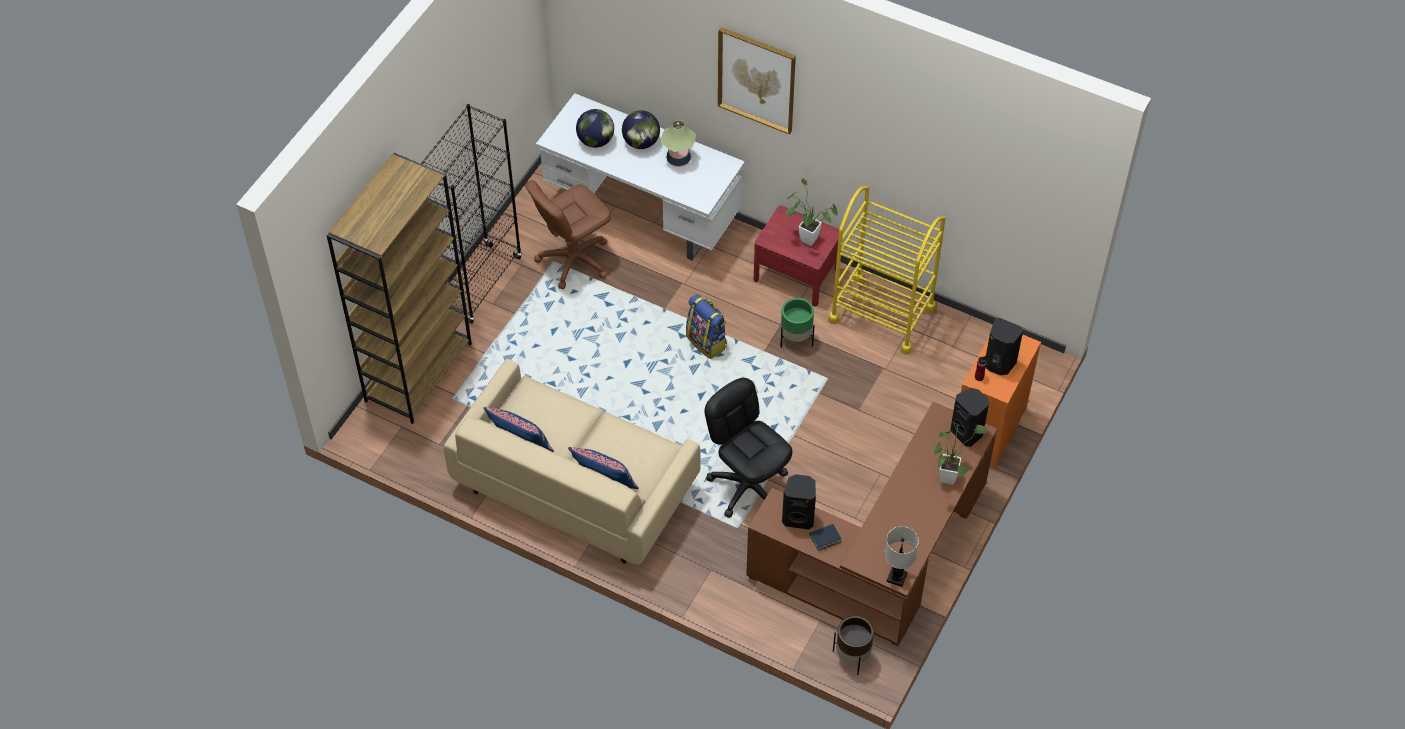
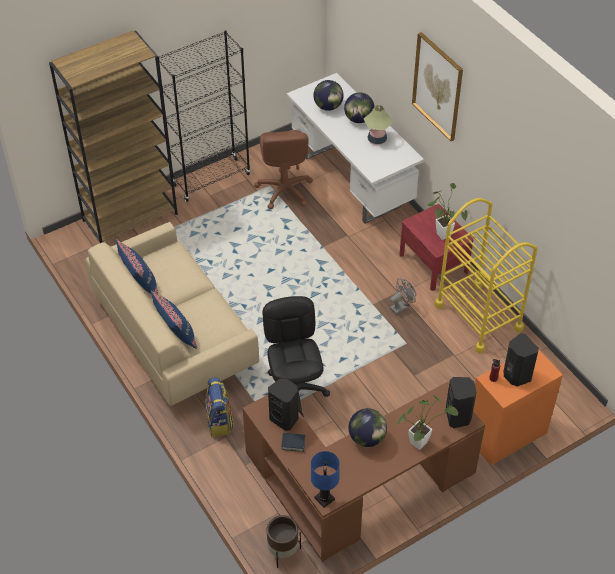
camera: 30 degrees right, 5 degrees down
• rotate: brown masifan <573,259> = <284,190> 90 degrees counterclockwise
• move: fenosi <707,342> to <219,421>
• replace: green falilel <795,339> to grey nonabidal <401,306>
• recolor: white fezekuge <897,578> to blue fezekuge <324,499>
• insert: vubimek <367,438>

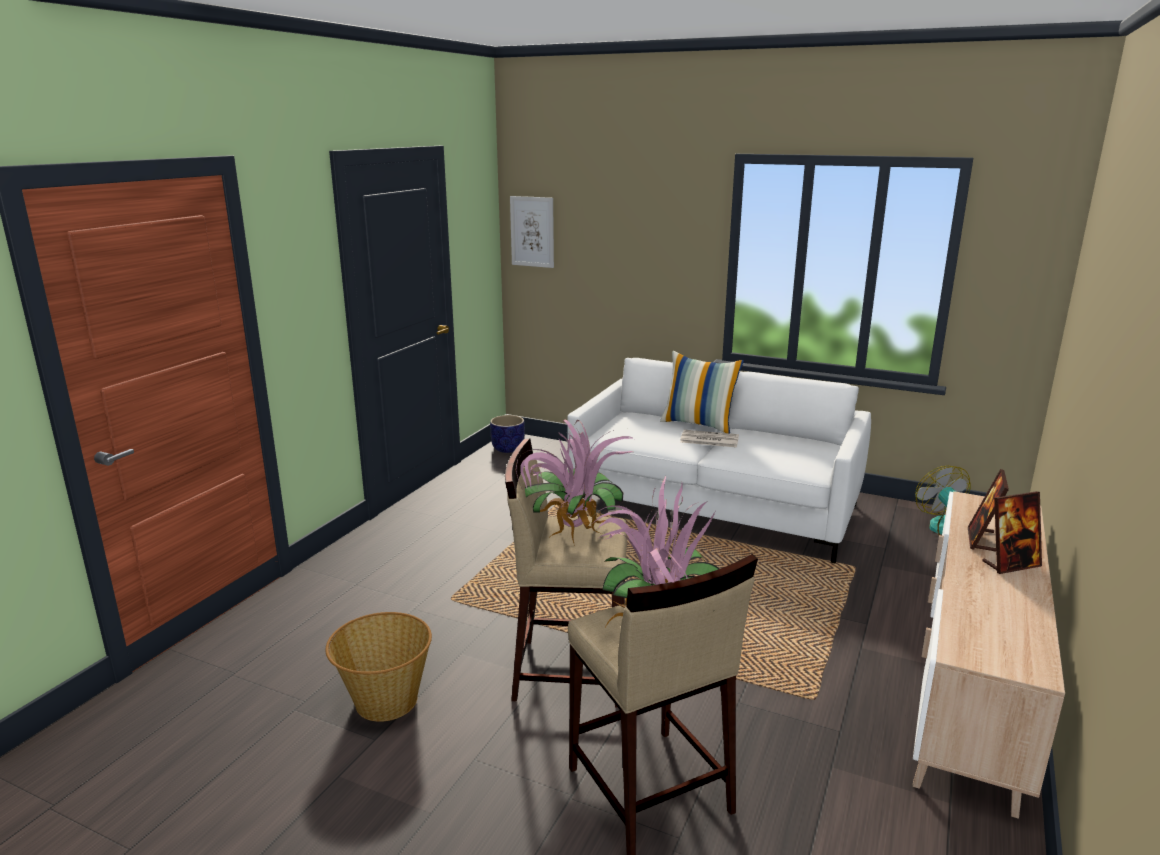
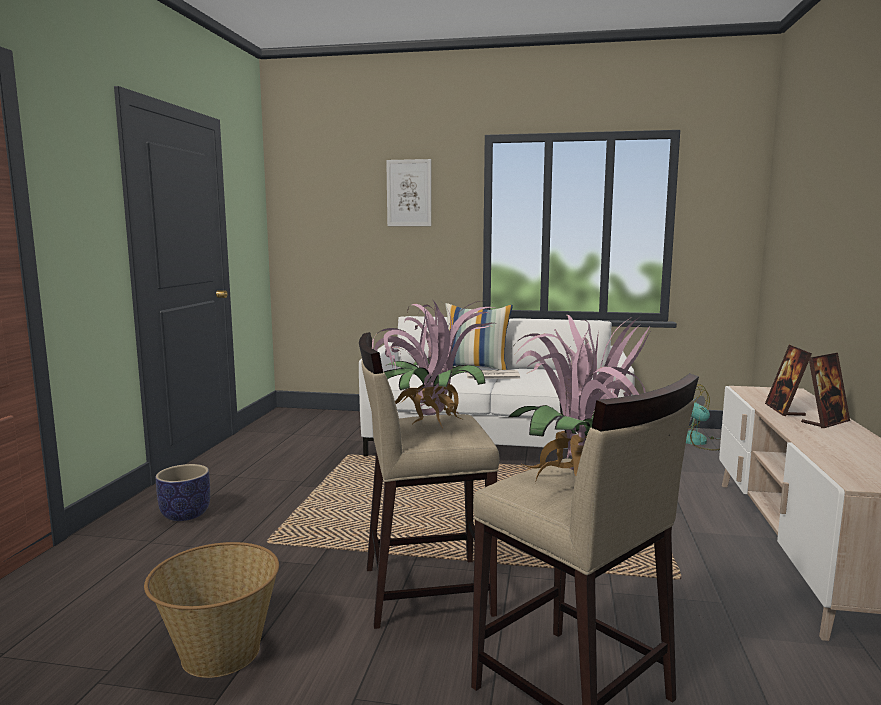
camera: 15 degrees left, 10 degrees down
• move: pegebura <532,231> to <409,193>
• move: falilel <508,449> to <186,514>

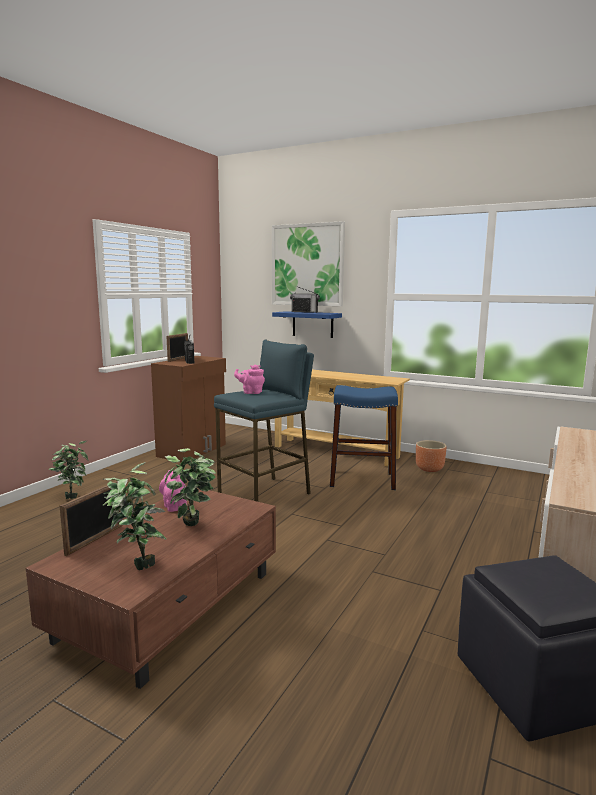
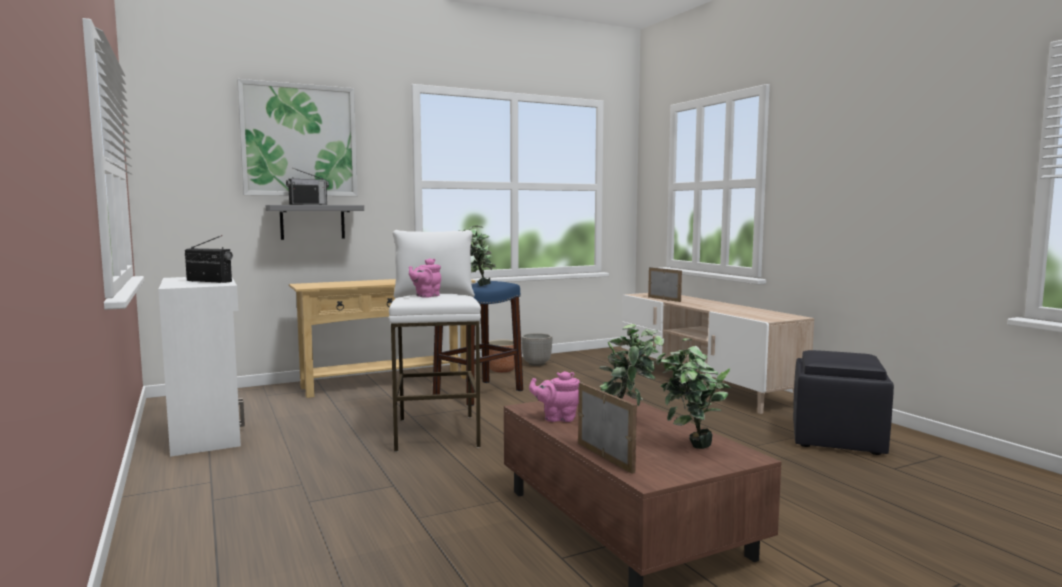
camera: 55 degrees left, 5 degrees down
• recolor: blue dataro <312,324> to grey dataro <312,222>
• move: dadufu <178,359> to <664,299>
• recolor: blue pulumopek <265,495> to white pulumopek <437,432>
• recolor: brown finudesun <193,450> to white finudesun <207,433>
• move: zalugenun <72,496> to <476,286>
• insert: falilel <536,364>

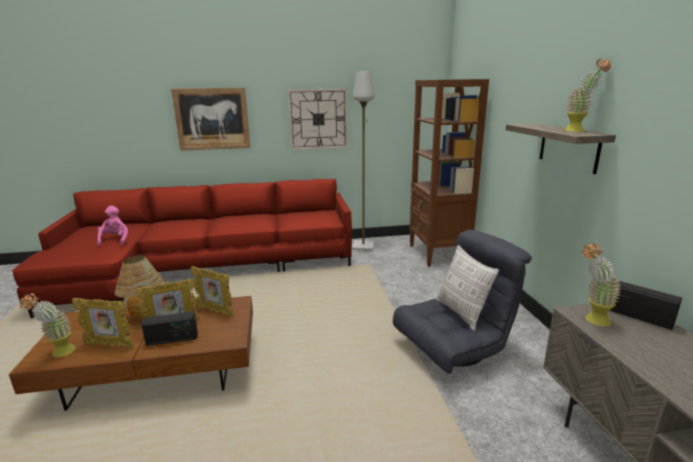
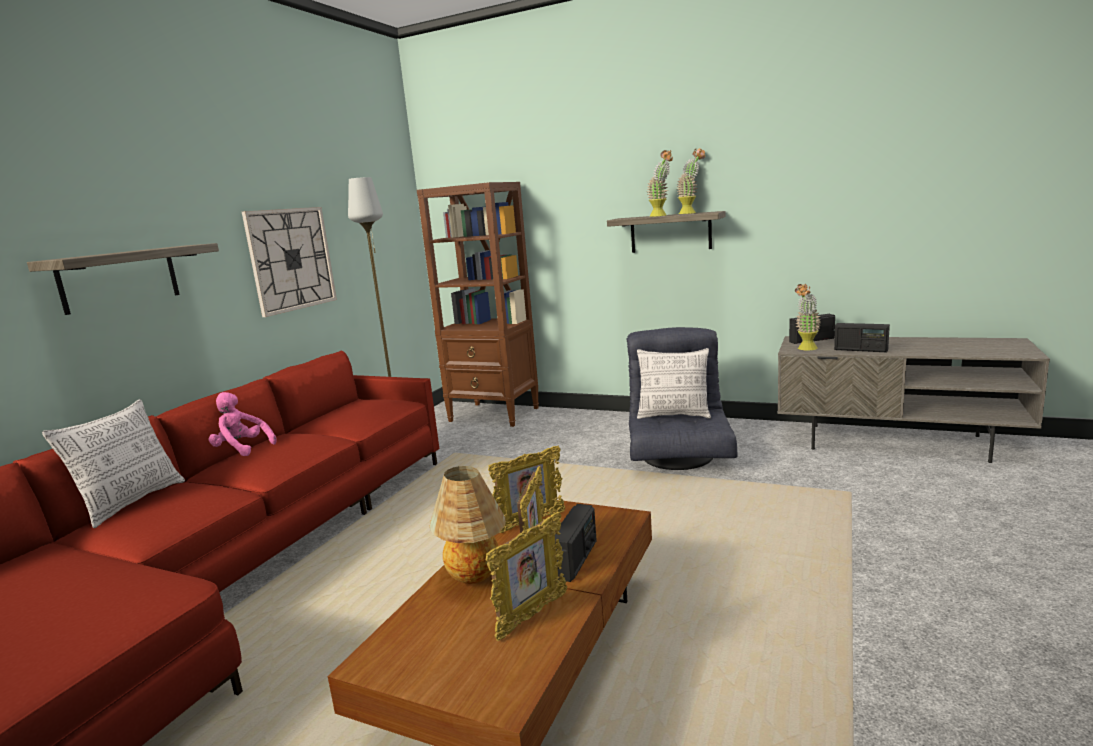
camera: 55 degrees left, 5 degrees down
• replace: pegebura <212,119> to dataro <119,278>
• move: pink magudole <115,240> to <241,449>
• move: zalugenun <58,354> to <661,215>
• insert: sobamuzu <860,350>
• insert: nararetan <132,502>

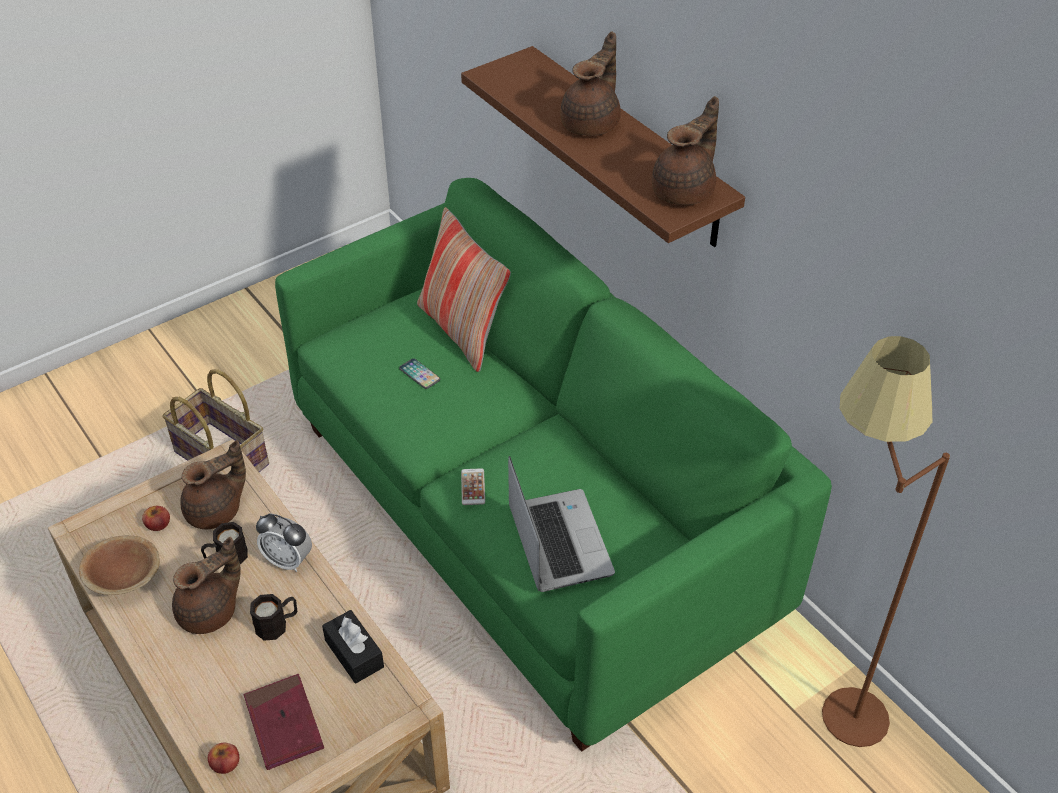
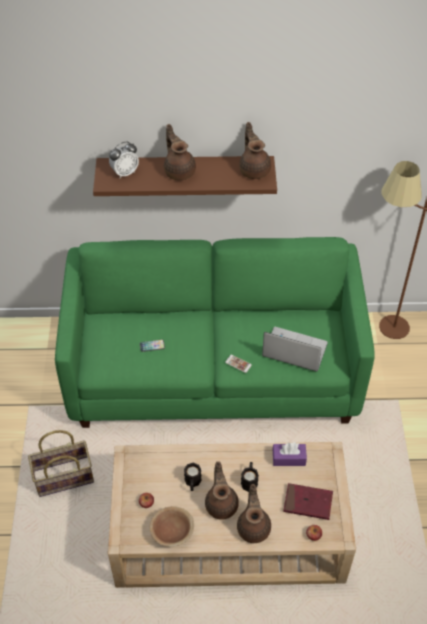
camera: 55 degrees left, 5 degrees up
• delete: nararetan <462,331>
• move: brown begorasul <216,511> to <254,527>
• move: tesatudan <288,560> to <125,173>
• recolor: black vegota <354,654> to purple vegota <289,458>

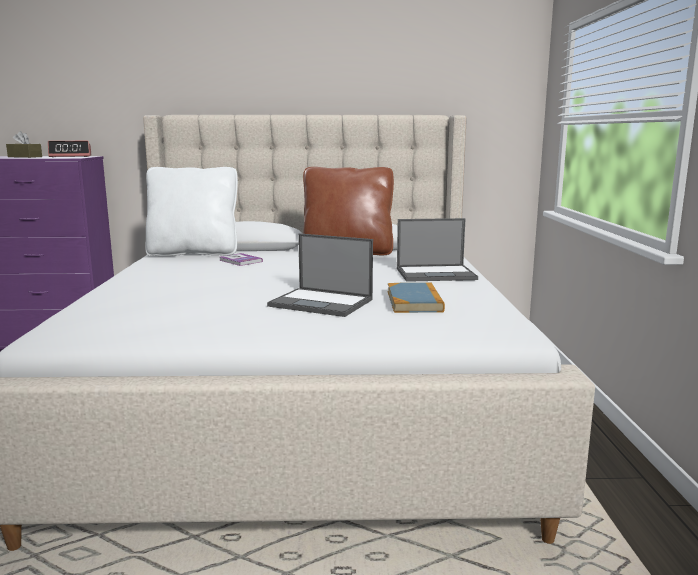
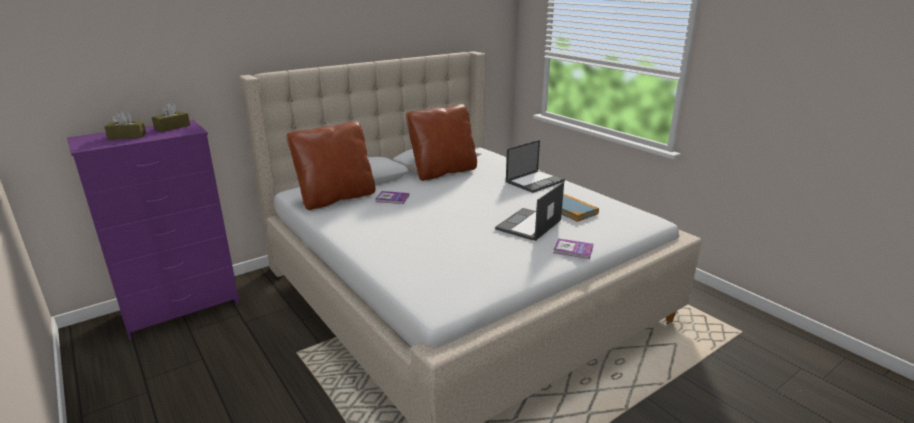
camera: 35 degrees left, 10 degrees up
• replace: tesatudan <71,156> to brown vegota <172,127>
• recolor: white nararetan <194,253> to brown nararetan <336,198>
• rotate: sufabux <322,303> = <528,225> 135 degrees clockwise
• insert: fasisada <573,250>

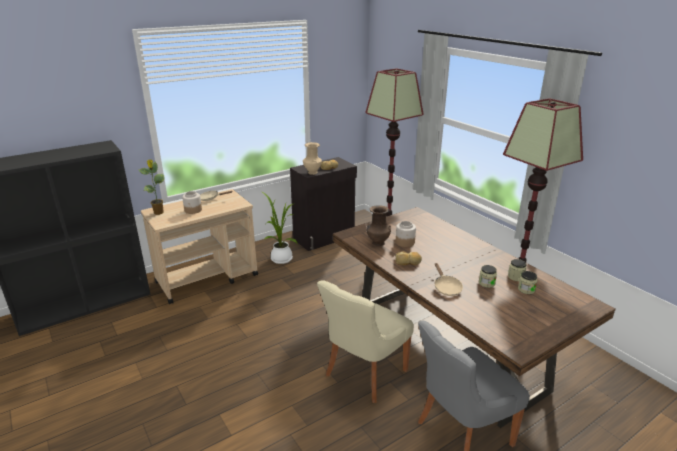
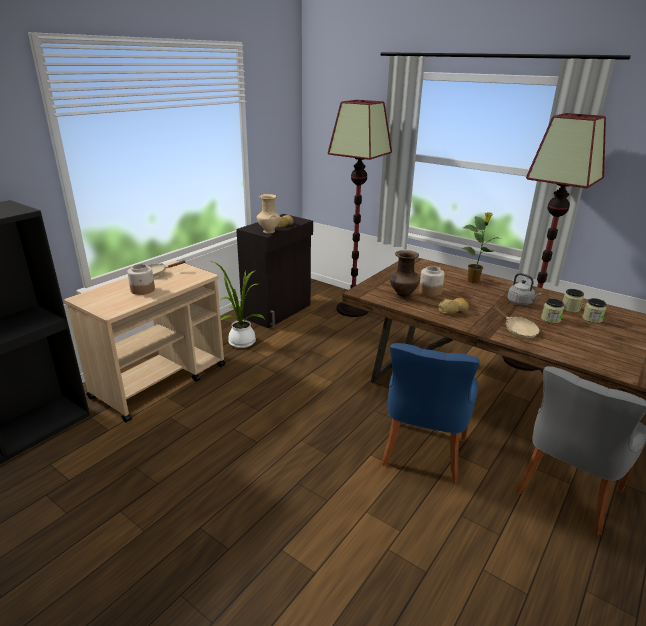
camera: 20 degrees left, 0 degrees up
• move: zalugenun <158,213> to <474,281>
• recolor: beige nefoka <363,374> to blue nefoka <422,453>
• insert: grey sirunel <521,302>

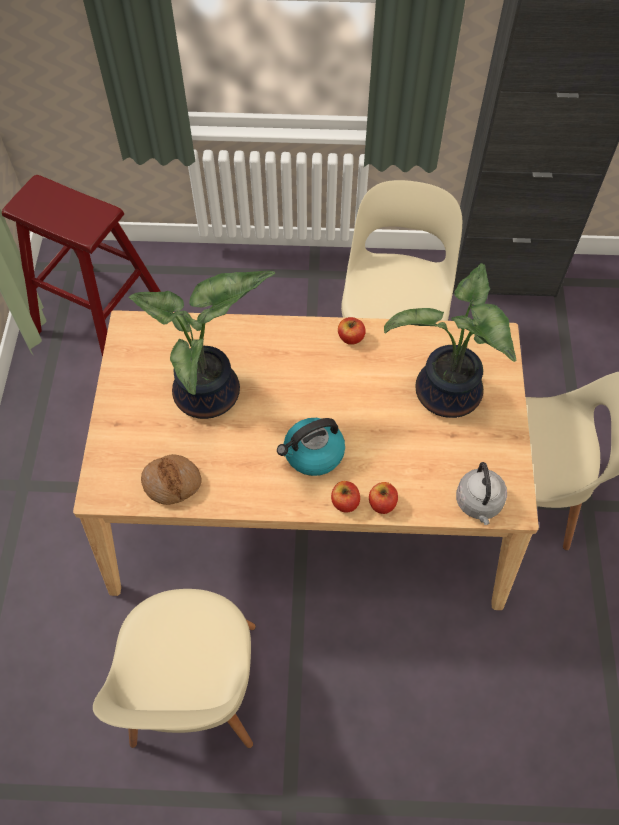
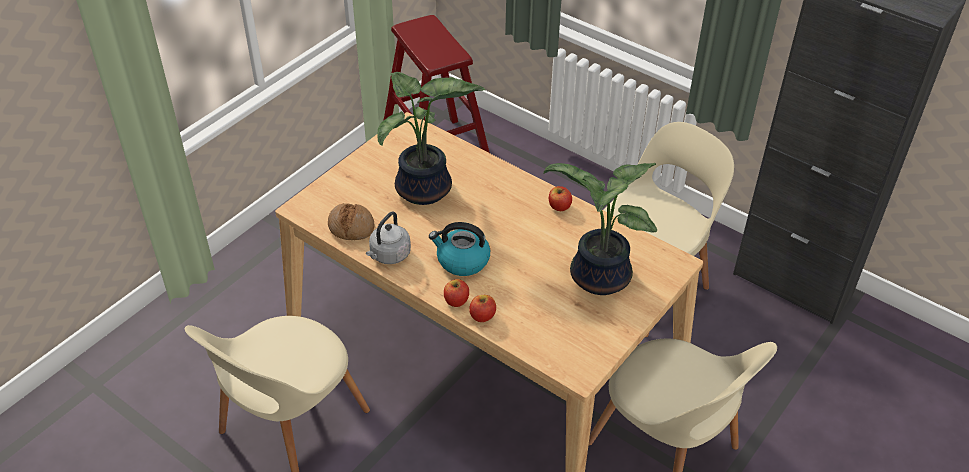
camera: 35 degrees right, 15 degrees down
• move: grey sirunel <479,503> to <389,255>

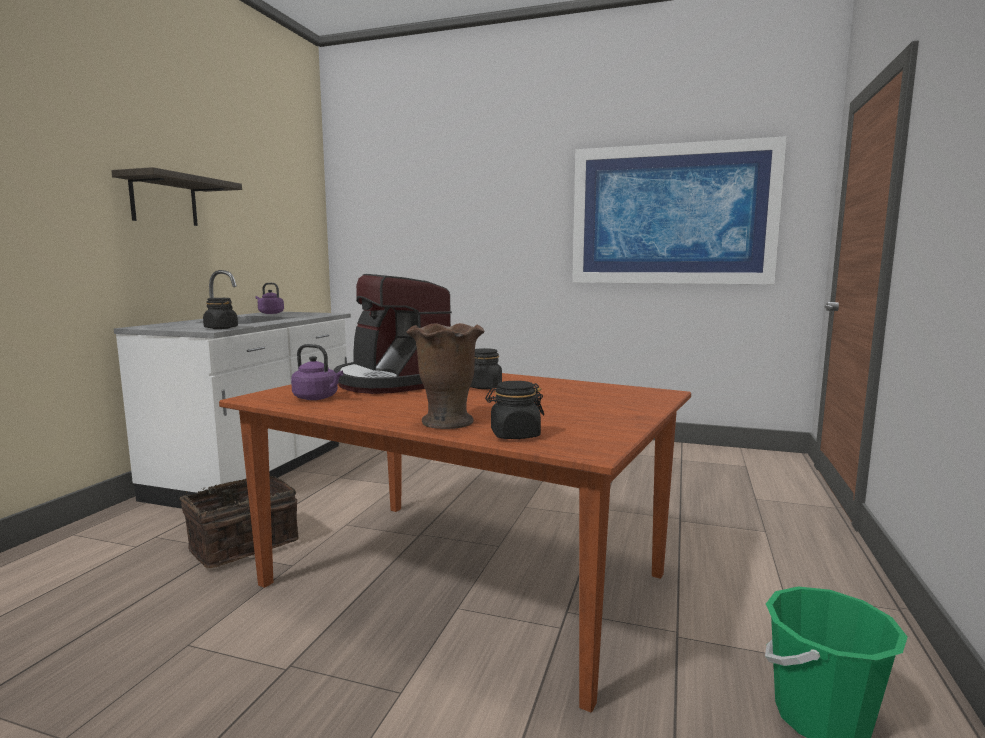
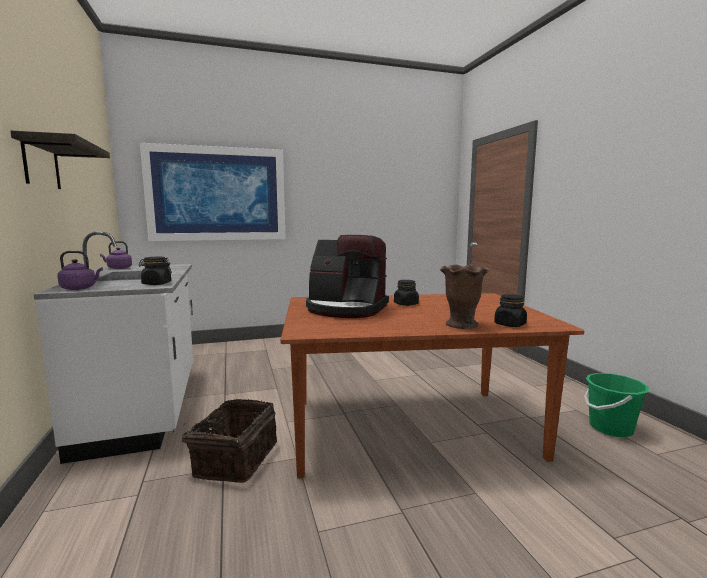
camera: 35 degrees left, 0 degrees up
• move: pegebura <672,215> to <217,194>
• move: purple sirunel <317,398> to <80,288>

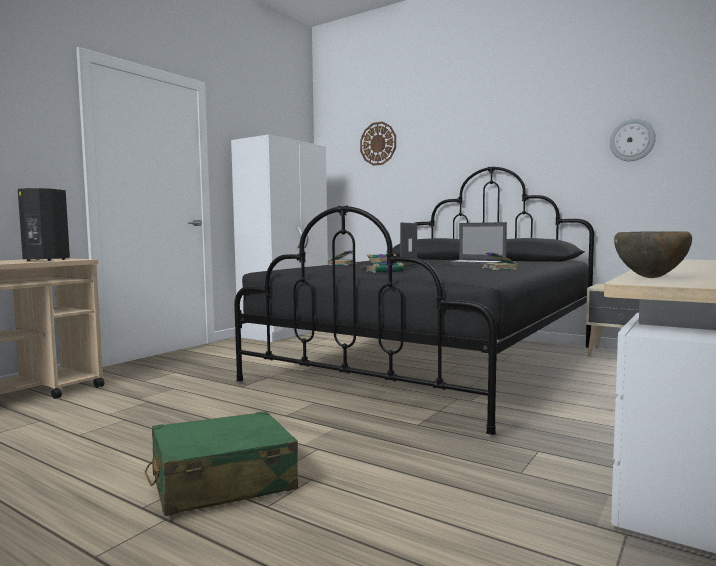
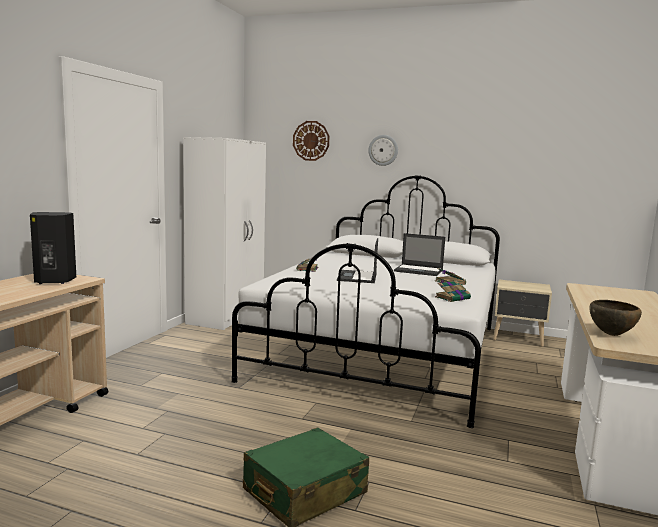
camera: 15 degrees left, 5 degrees up
• move: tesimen <632,140> to <383,150>
• recolor: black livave <435,363> to white livave <383,352>
• move: fasisada <385,271> to <453,298>

